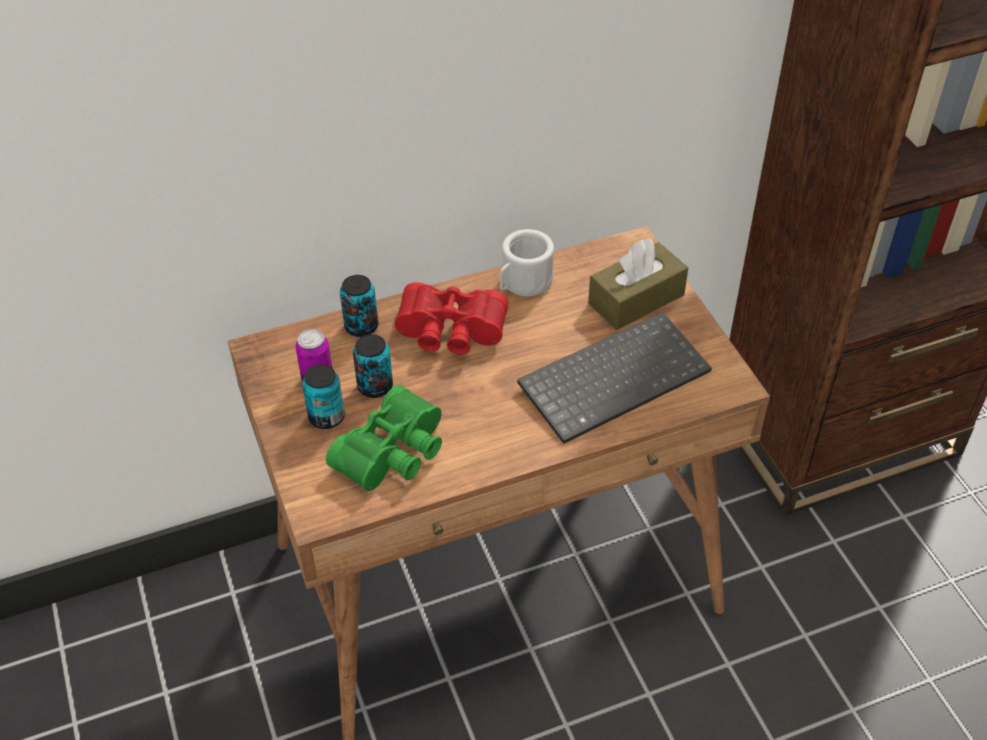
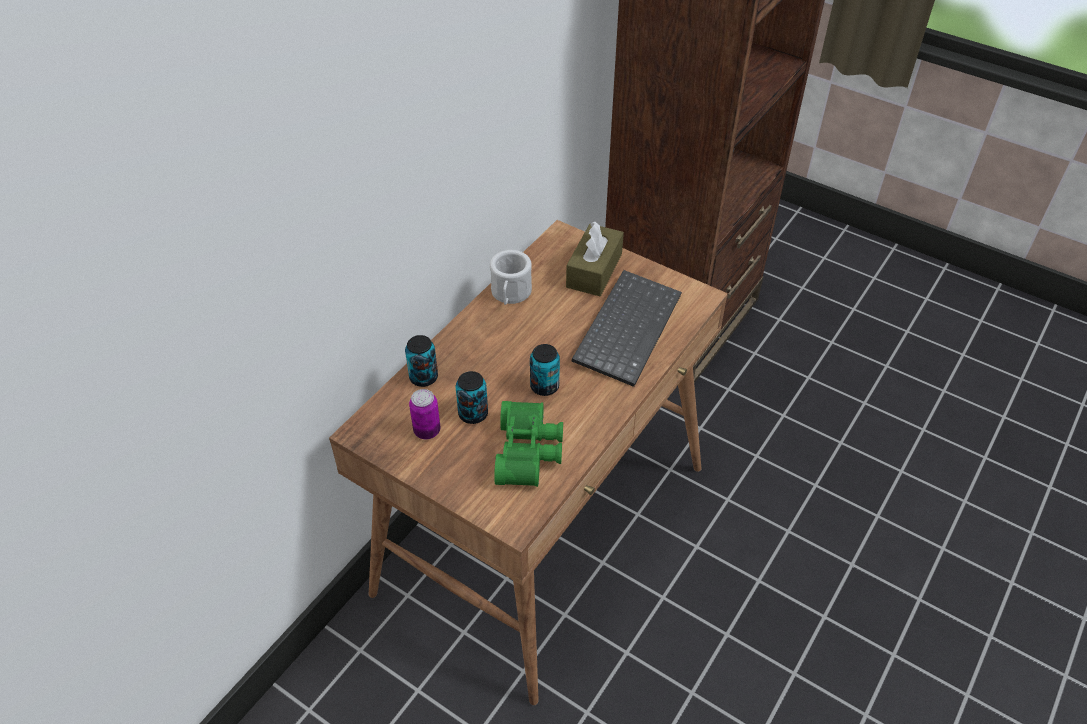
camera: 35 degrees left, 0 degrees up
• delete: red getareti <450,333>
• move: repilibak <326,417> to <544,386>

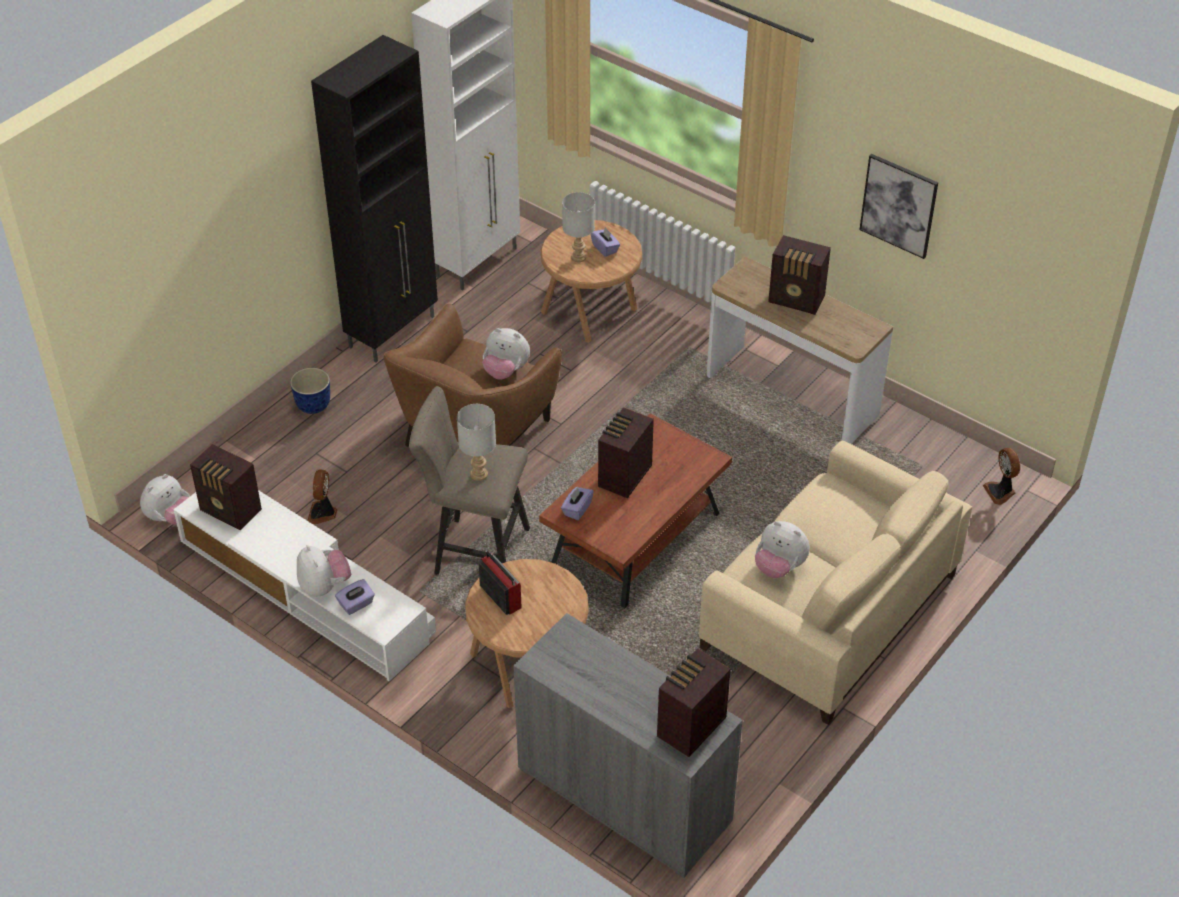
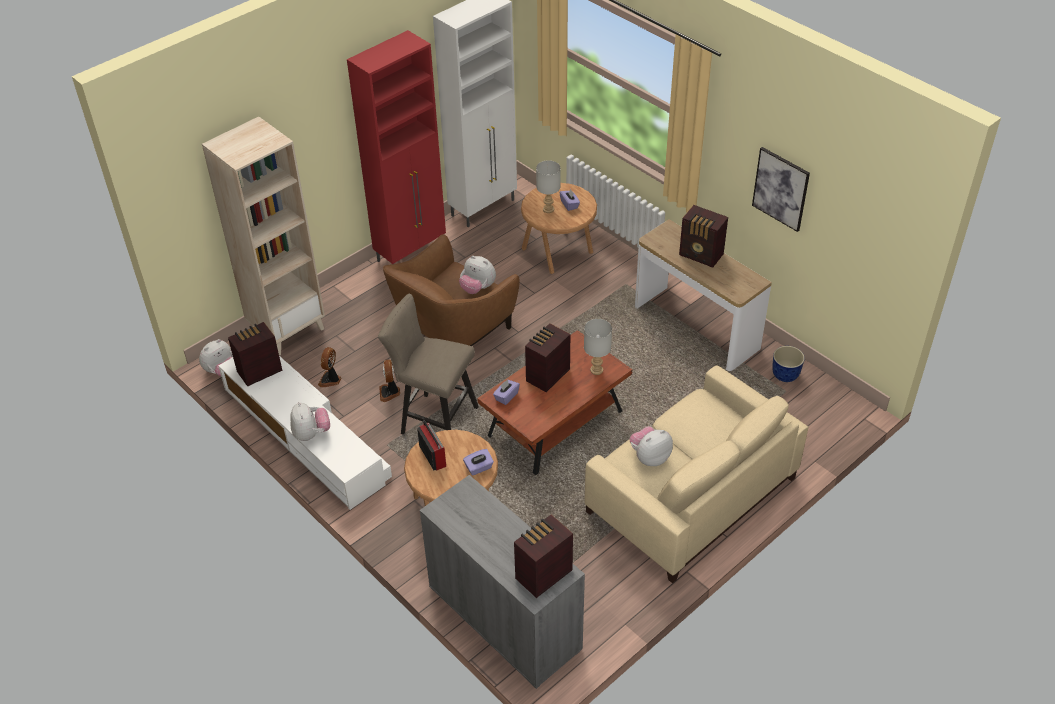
camera: 10 degrees right, 0 degrees up
• recolor: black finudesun <393,331> to red finudesun <411,252>
• move: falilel <313,406> to <785,376>
• move: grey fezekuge <478,474> to <596,370>
• rotate: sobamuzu <231,511> = <258,371> 105 degrees clockwise
• move: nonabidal <1000,492> to <390,392>
• rotate: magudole <779,567> = <649,457> 105 degrees clockwise
• move: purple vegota <356,604> to <479,468>
• insert: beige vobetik <287,330>

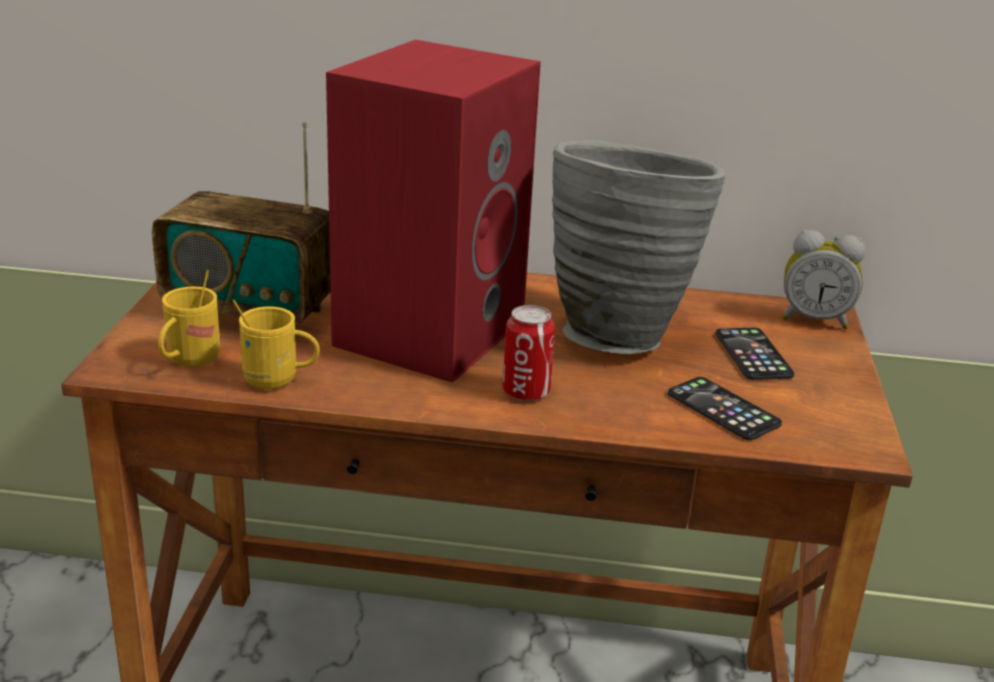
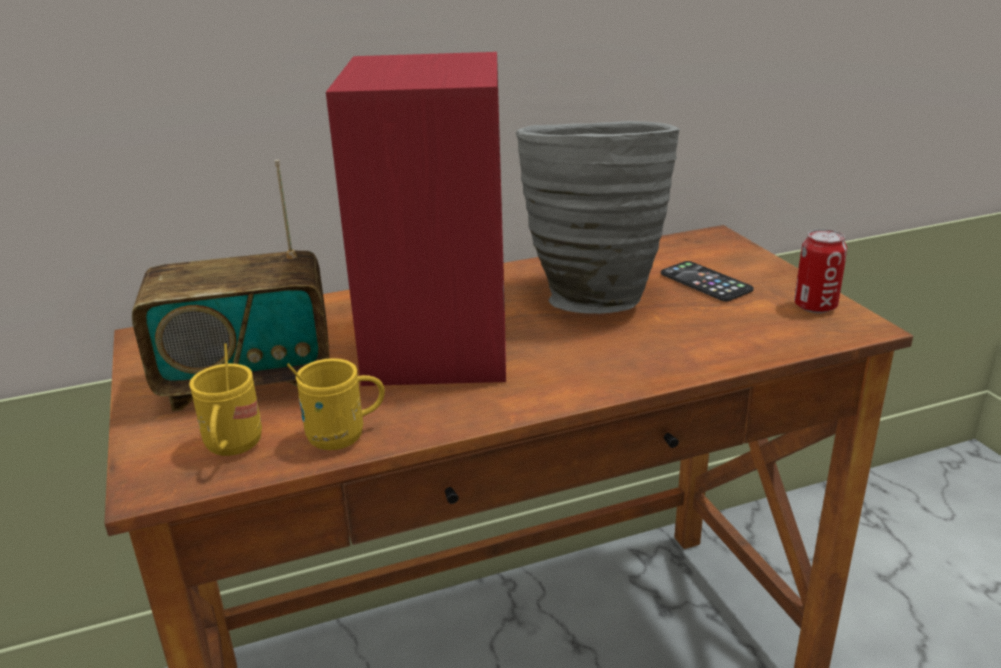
camera: 25 degrees left, 0 degrees up
• delete: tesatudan <814,319>
• move: repilibak <526,392> to <815,306>
• delete: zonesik <723,409>

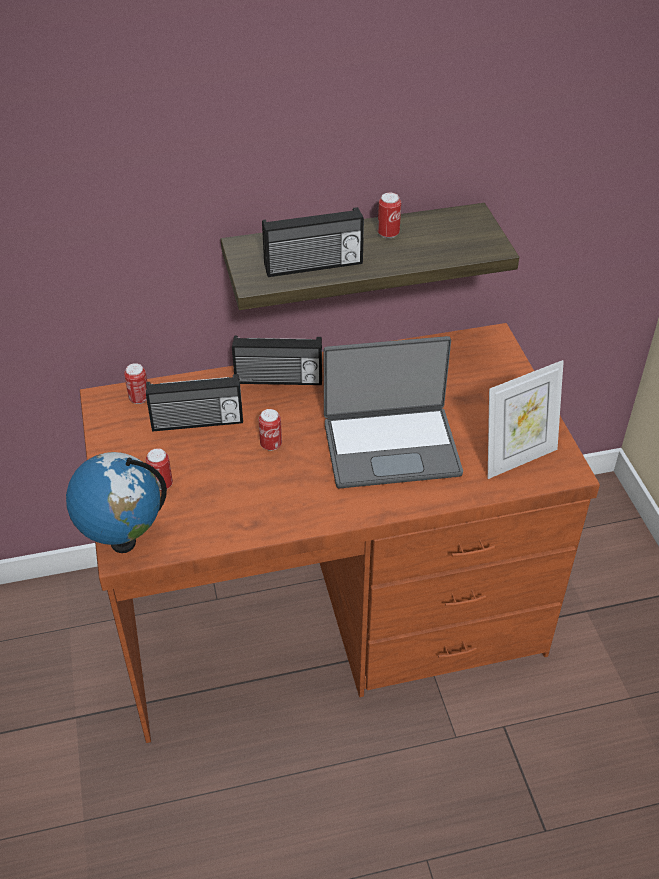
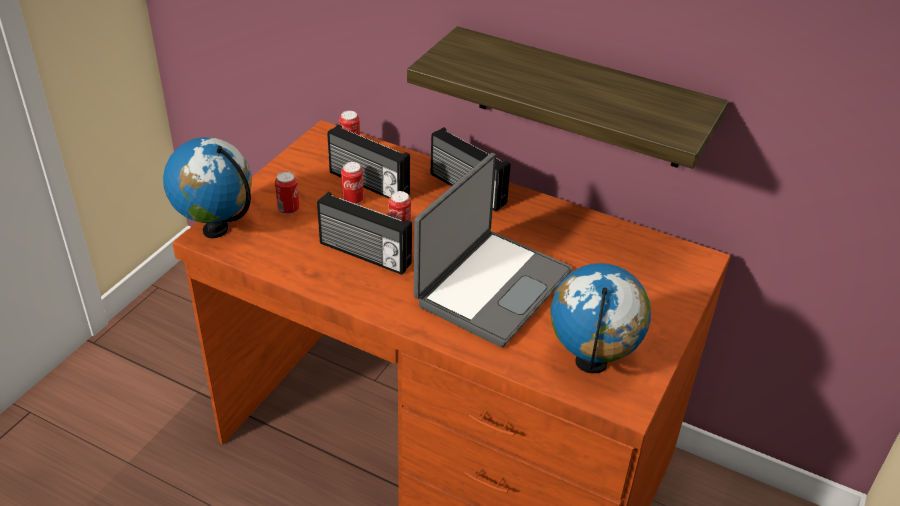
camera: 40 degrees right, 5 degrees down
• move: repilibak <388,233> to <353,200>
• move: sobamuzu <313,266> to <364,255>
• rotate: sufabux <391,446> = <491,287> 90 degrees counterclockwise
• replace: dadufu <517,458> to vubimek <591,363>

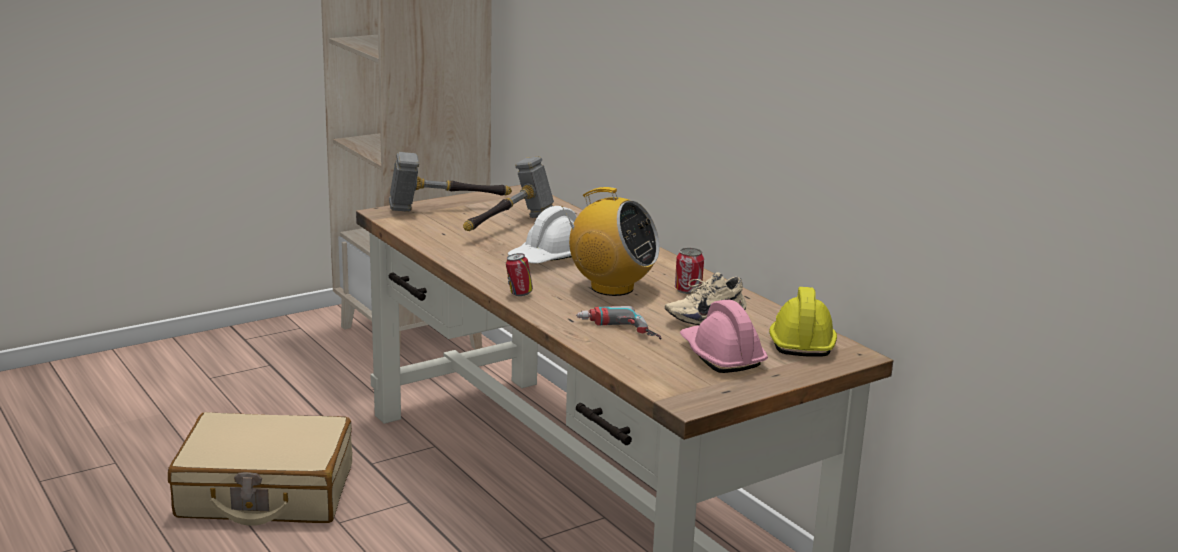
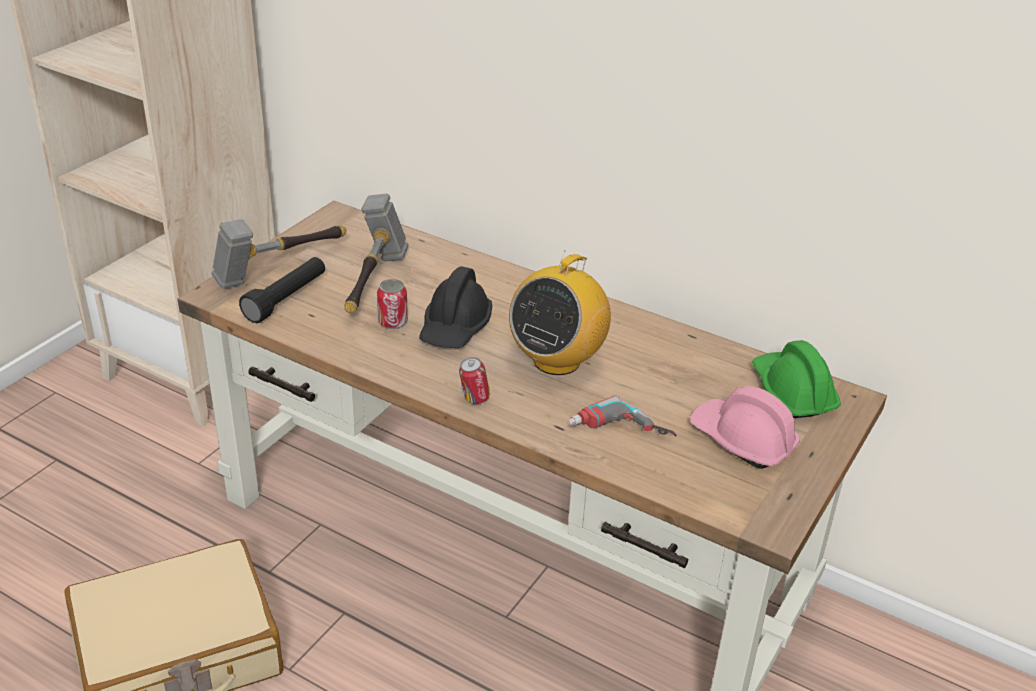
camera: 25 degrees left, 15 degrees up
• rotate: sobamuzu <611,288> = <557,360> 120 degrees clockwise
• recolor: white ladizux <548,258> to black ladizux <455,328>
• move: repilibak <688,290> to <393,322>
• delete: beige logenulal <703,317>
• recolor: yellow ladizux <800,341> to green ladizux <792,392>
• insert: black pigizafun <286,299>

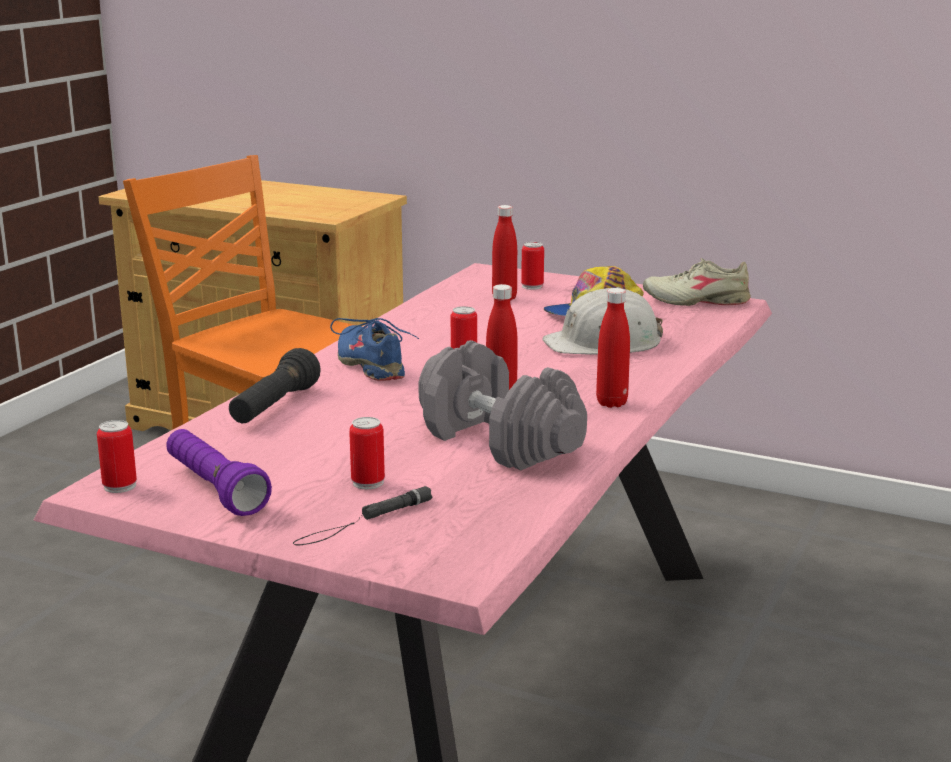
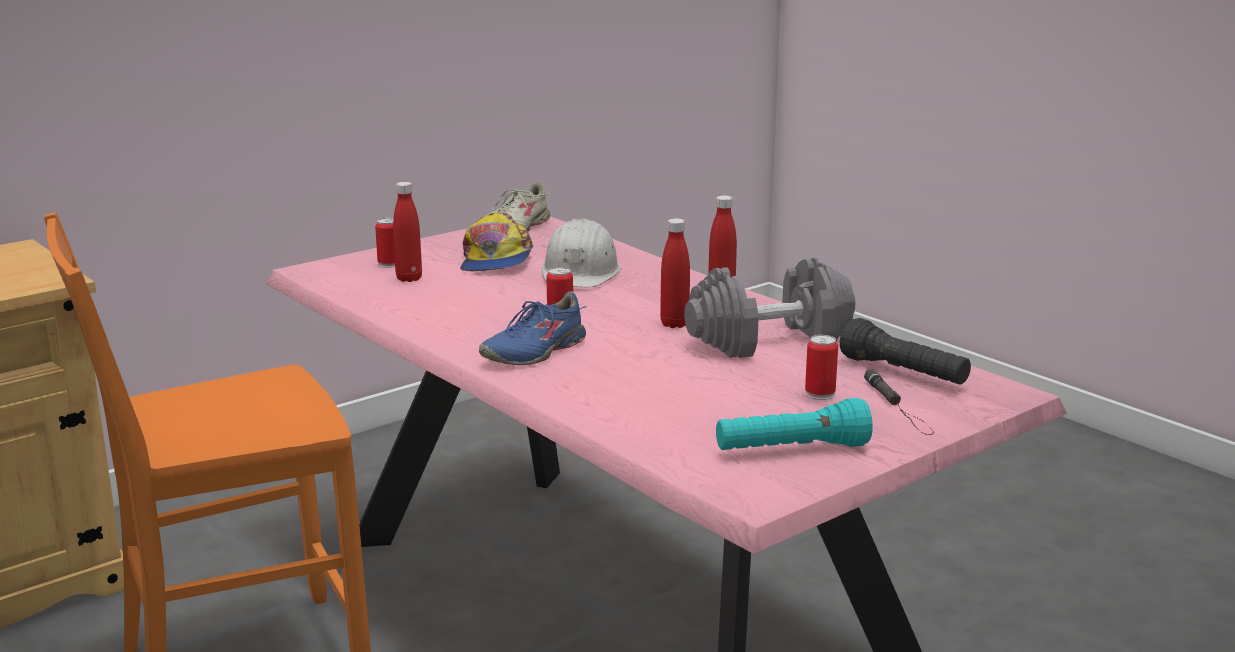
camera: 65 degrees left, 0 degrees up
• rotate: blue logenulal <372,365> = <534,352> 45 degrees counterclockwise
• move: black pigizafun <274,407> to <904,373>
• delete: repilibak <119,486>
• recolor: purple pigizafun <215,489> to turquoise pigizafun <791,450>

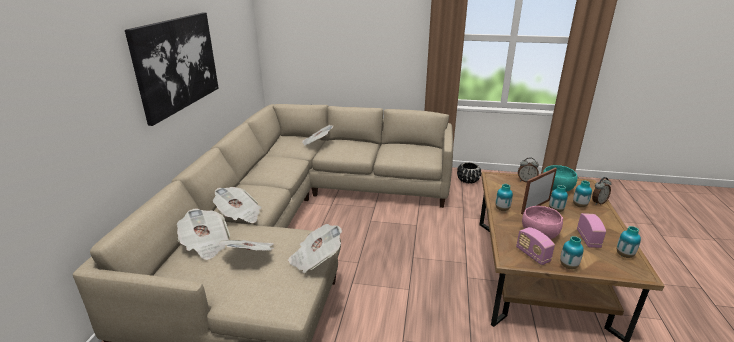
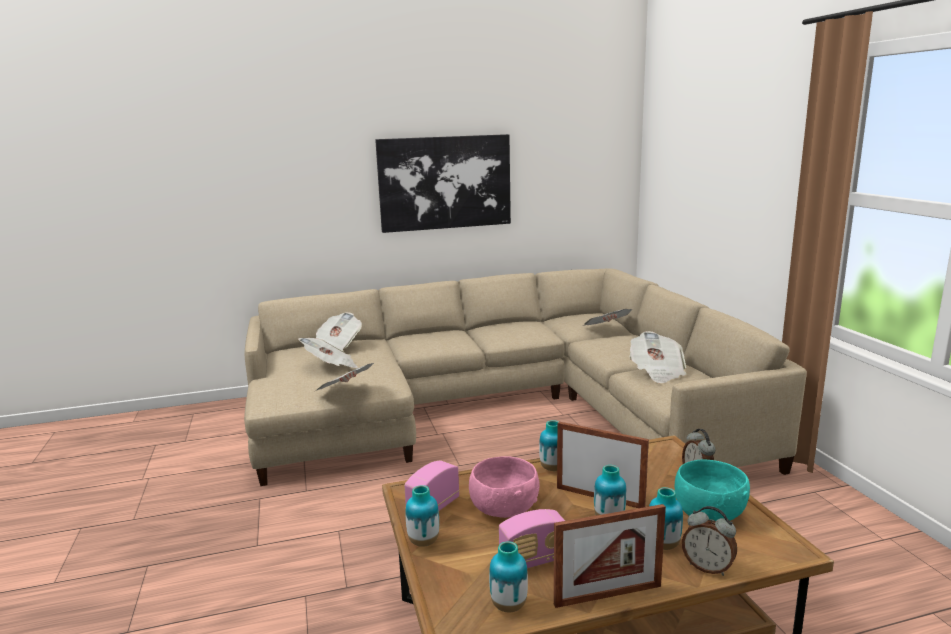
camera: 65 degrees right, 10 degrees down
• delete: black falilel <467,180>
• move: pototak <239,215> to <657,372>
• insert: dadufu <608,595>

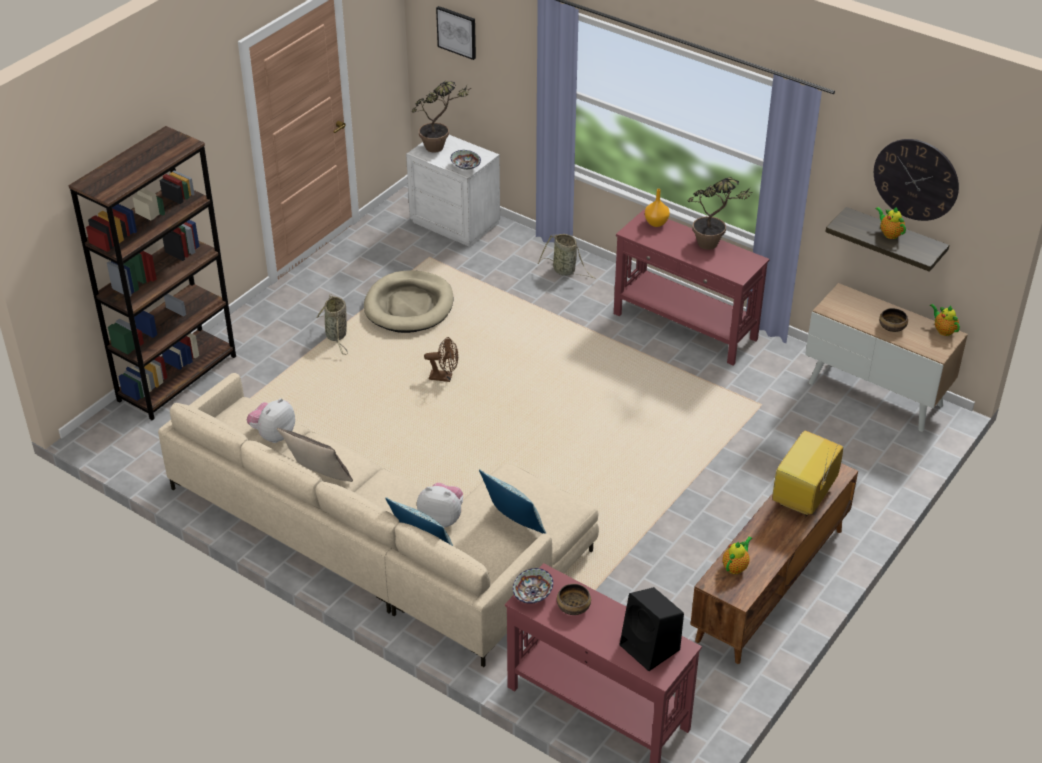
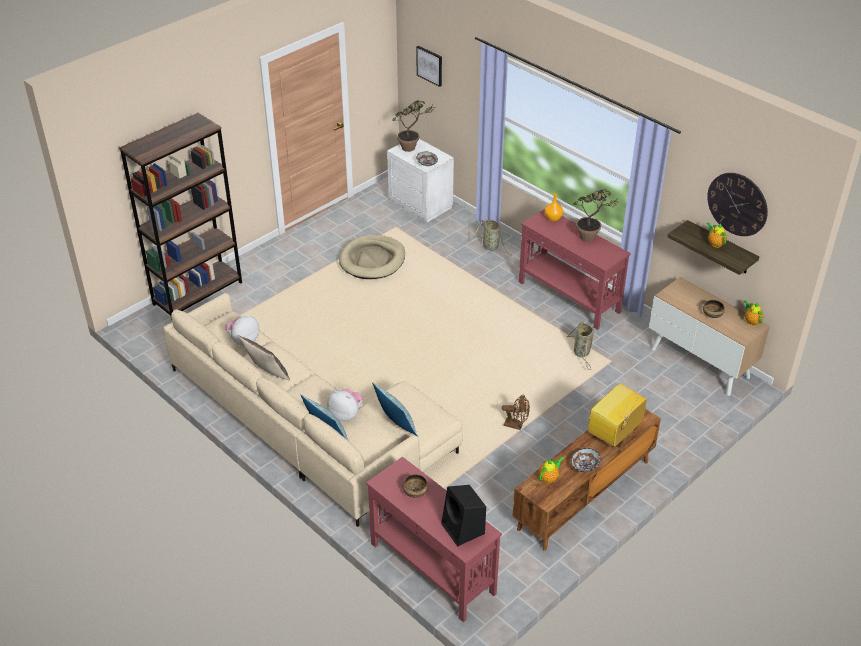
camera: 10 degrees right, 0 degrees up
• move: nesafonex <336,336> to <582,353>
• move: brown nonabidal <444,377> to <516,425>
• move: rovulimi <533,594> to <585,466>

